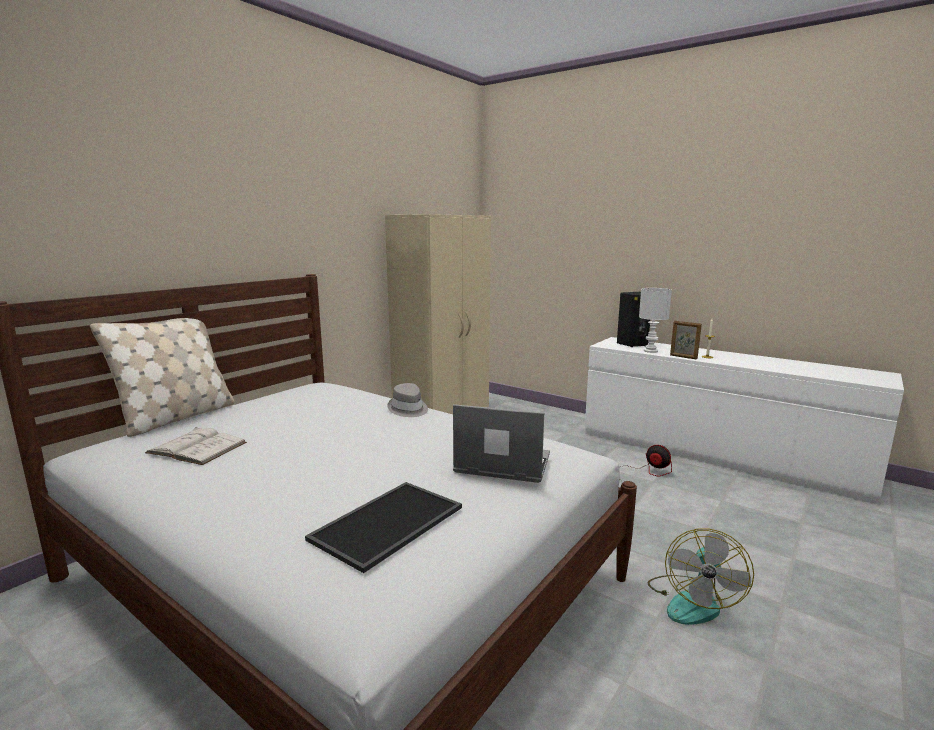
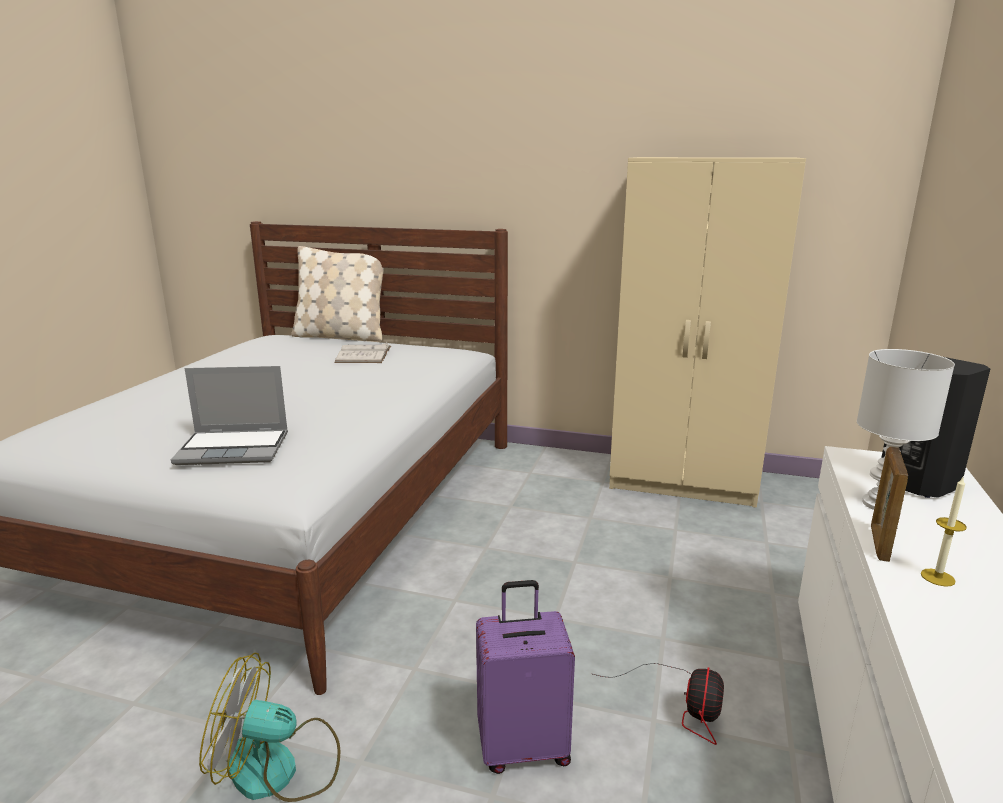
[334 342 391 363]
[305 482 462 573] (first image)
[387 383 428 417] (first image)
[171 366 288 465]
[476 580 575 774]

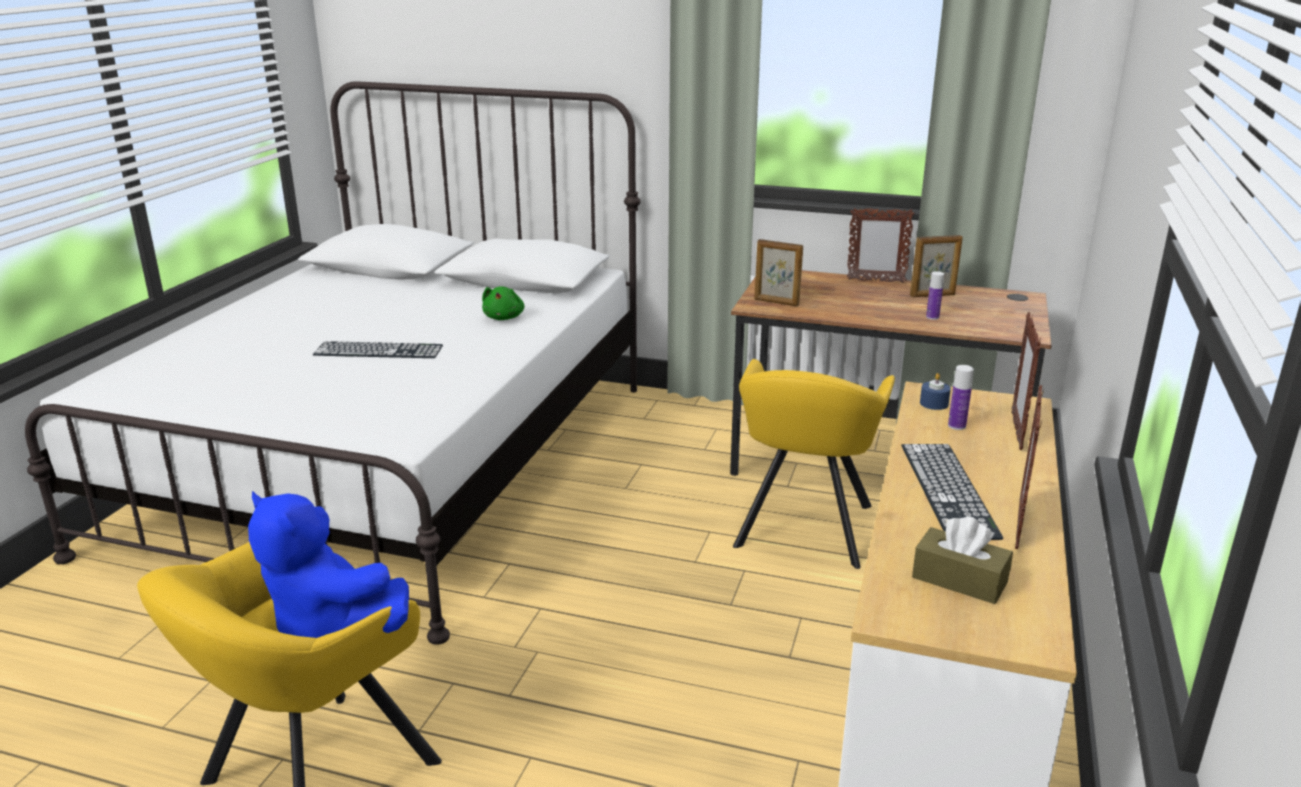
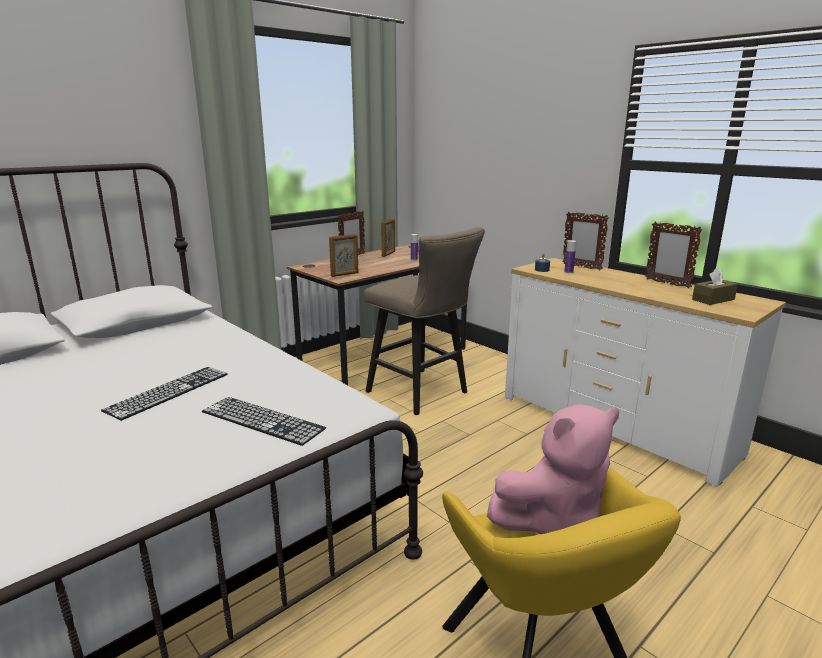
[487 404 619 534]
[482 286 525 320] (first image)
[364 227 485 415]
[202 397 326 446]

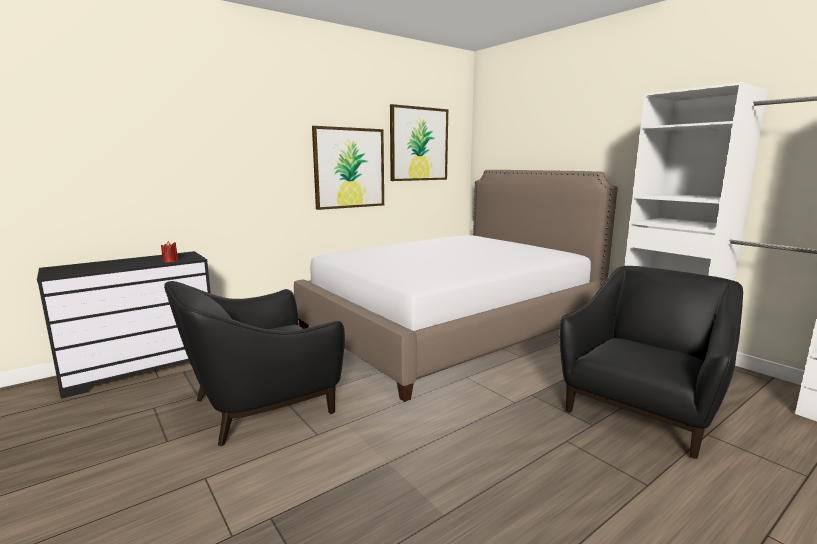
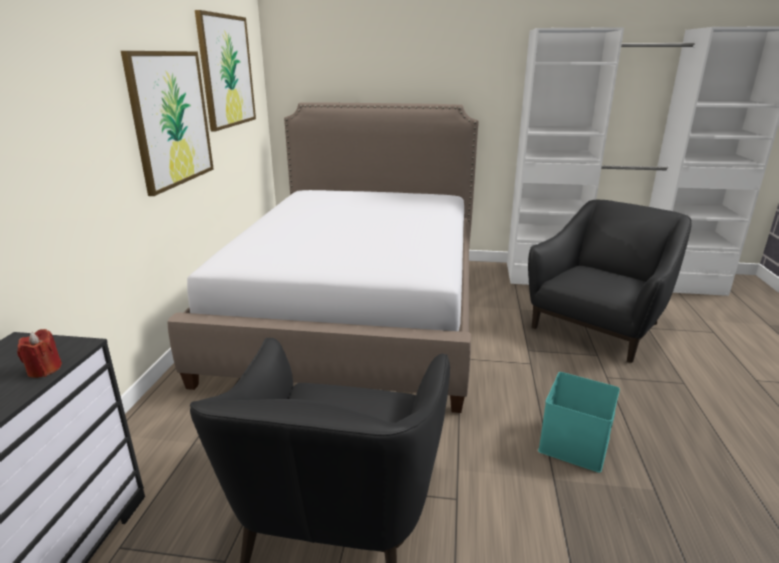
[528 200 692 363]
[538 372 620 473]

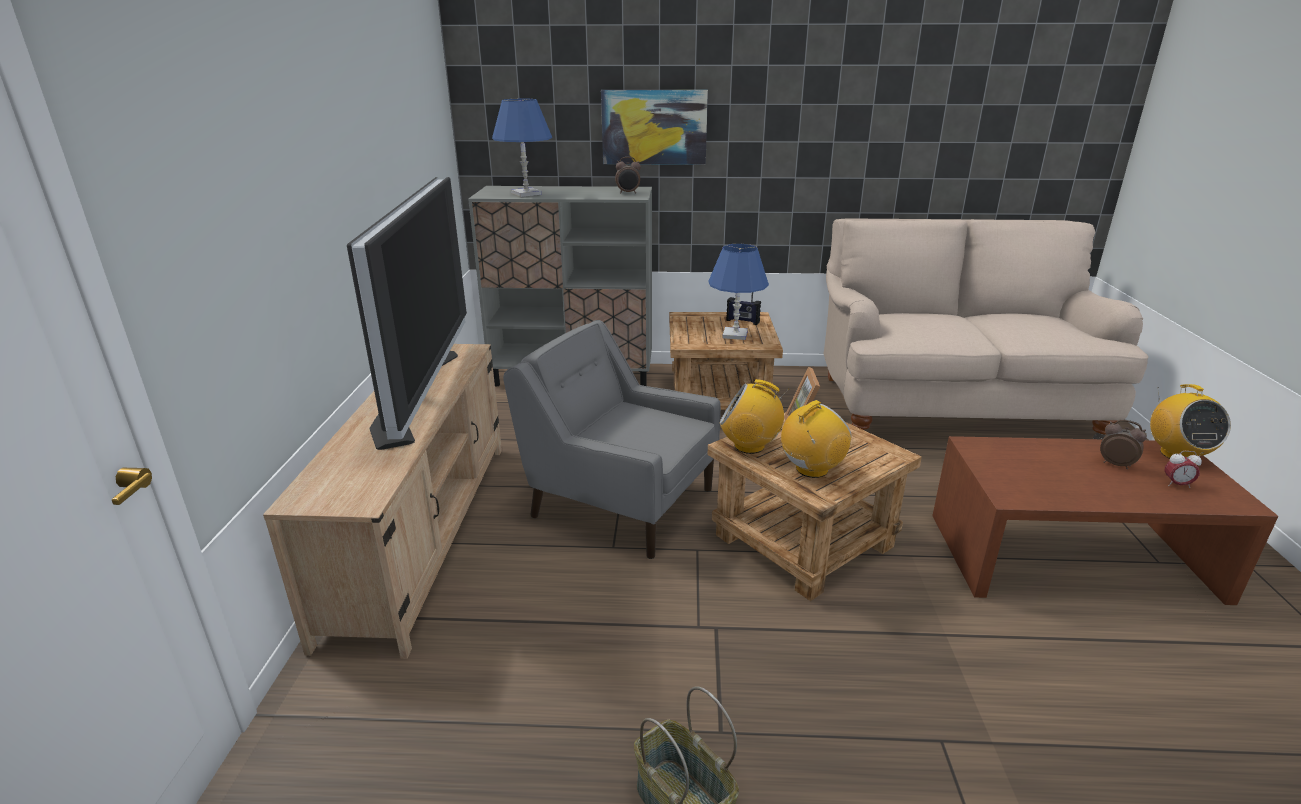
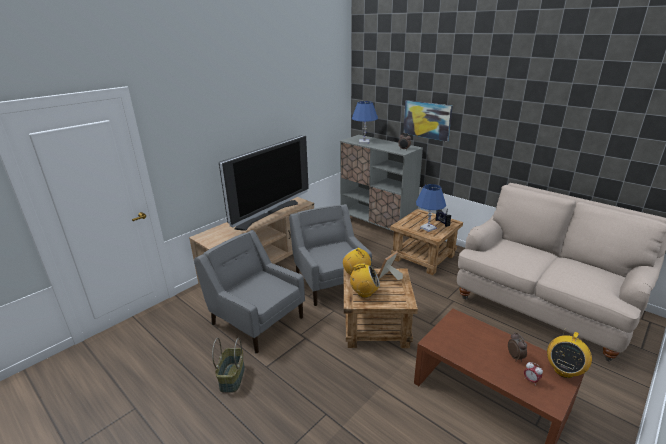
[194 230 305 354]

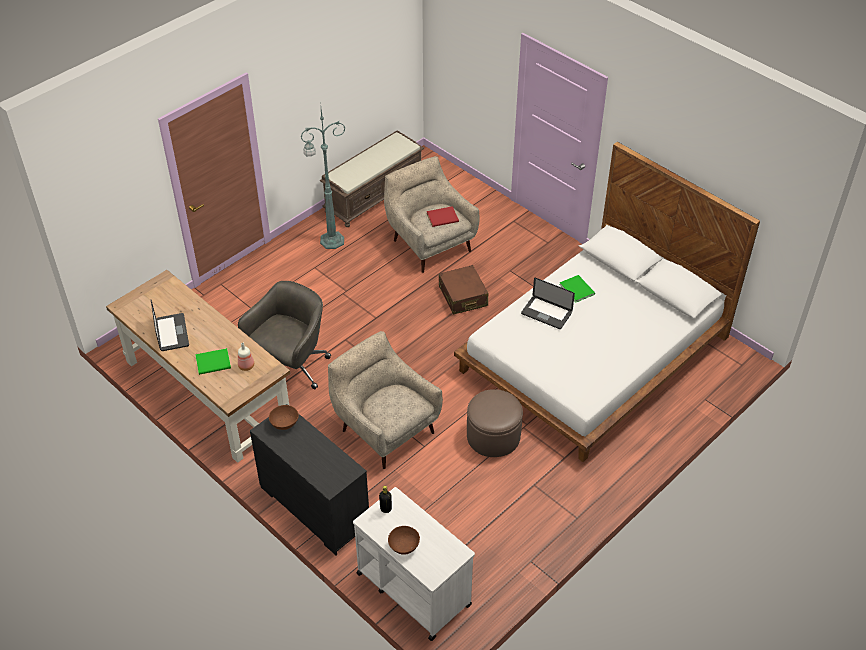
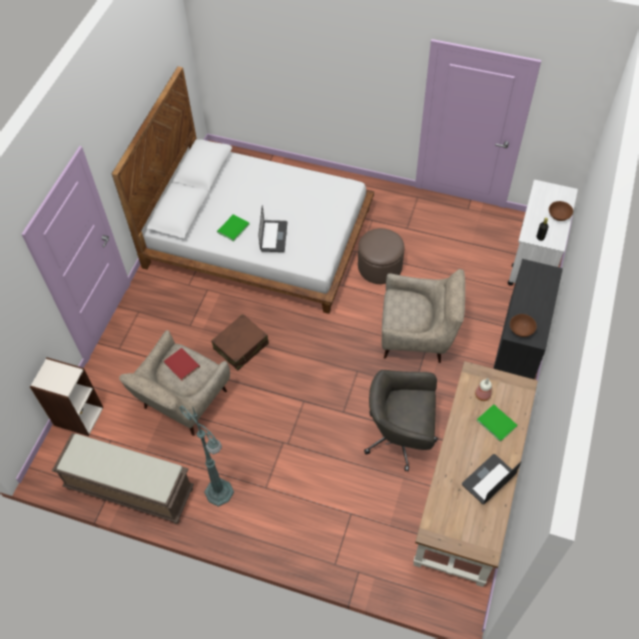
[382 269 465 363]
[30 357 104 436]

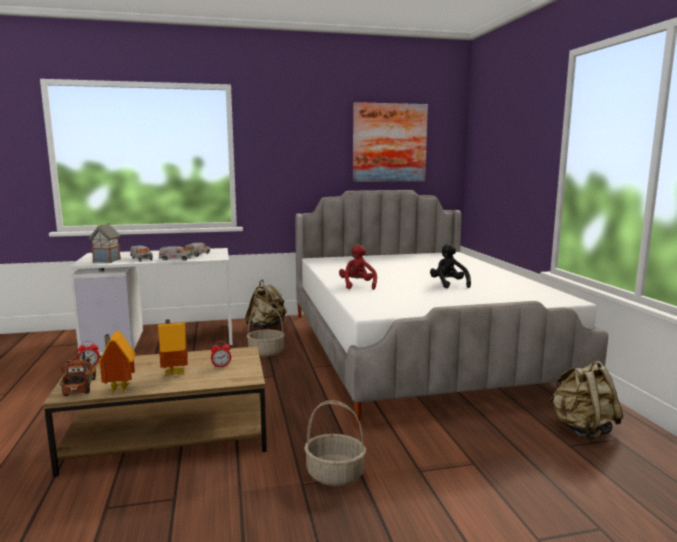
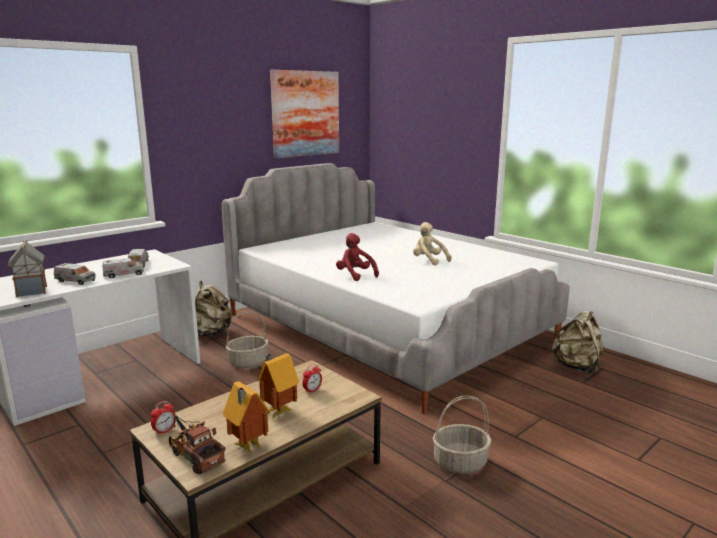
[413 222 452 265]

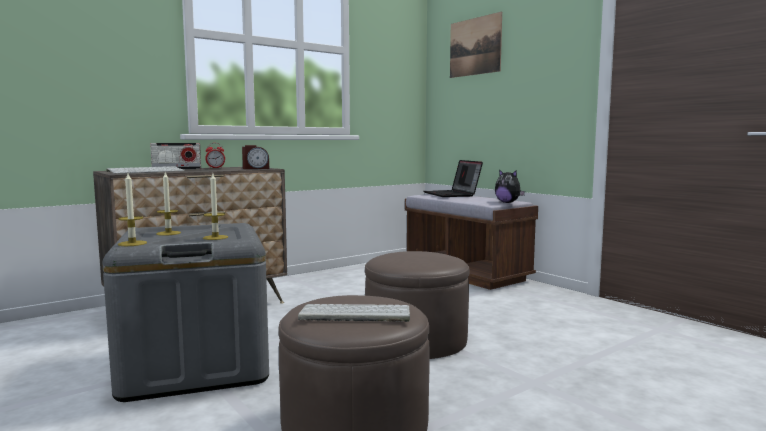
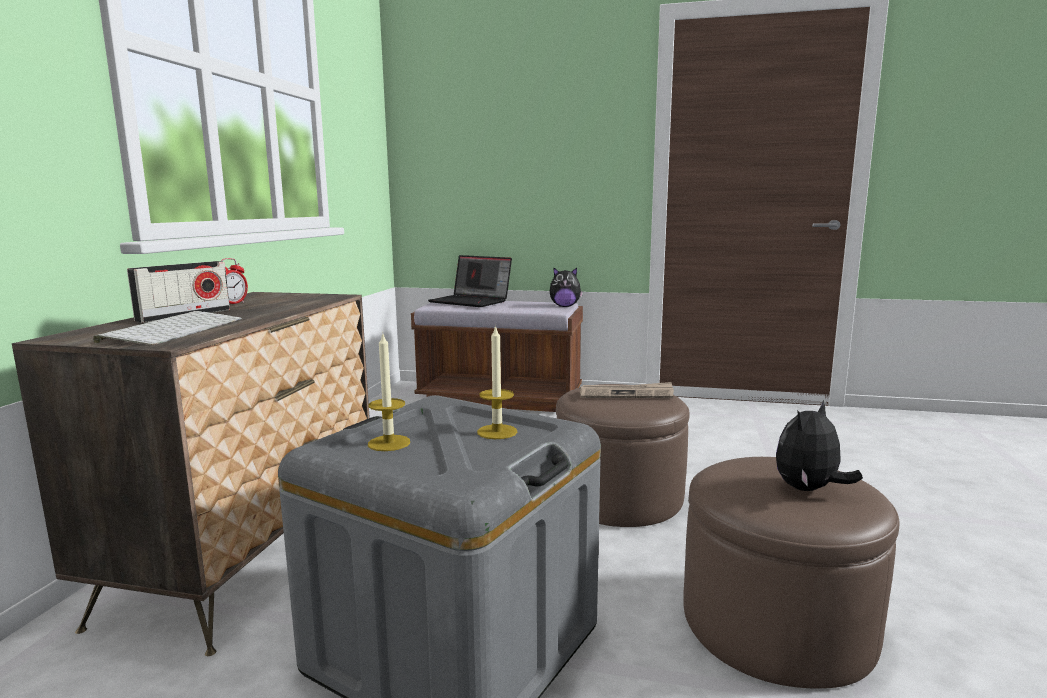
[118 173 147 246] (first image)
[242 145 269 169] (first image)
[776 400 863 491]
[450 12 502 78] (first image)
[580 382 674 398]

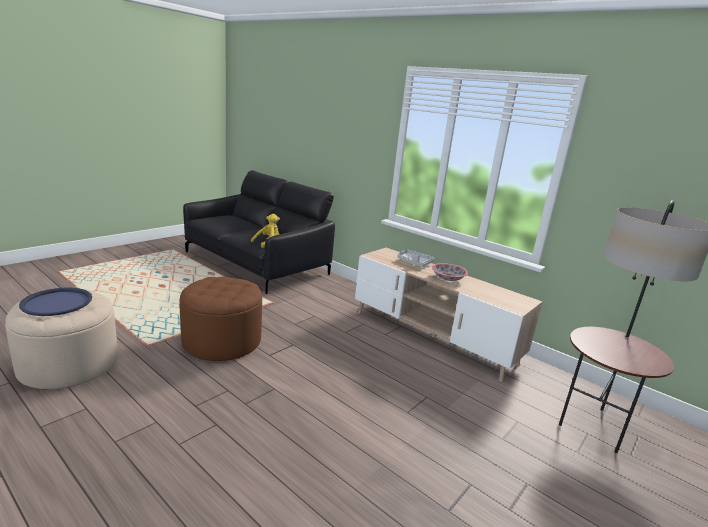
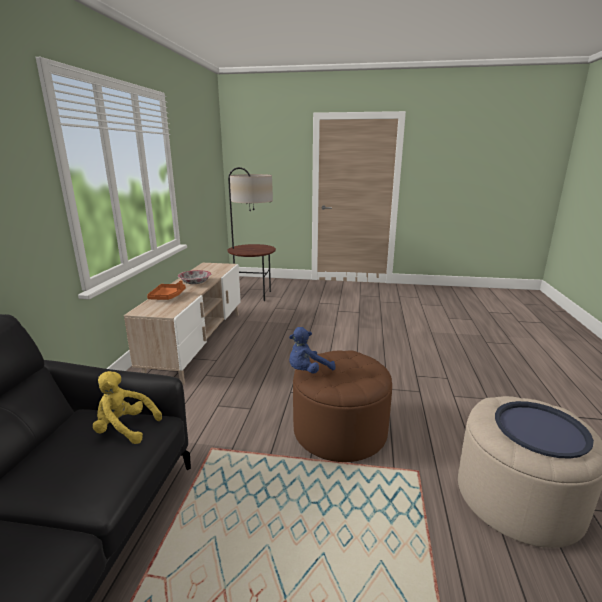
[147 280 186 300]
[289 327 336 374]

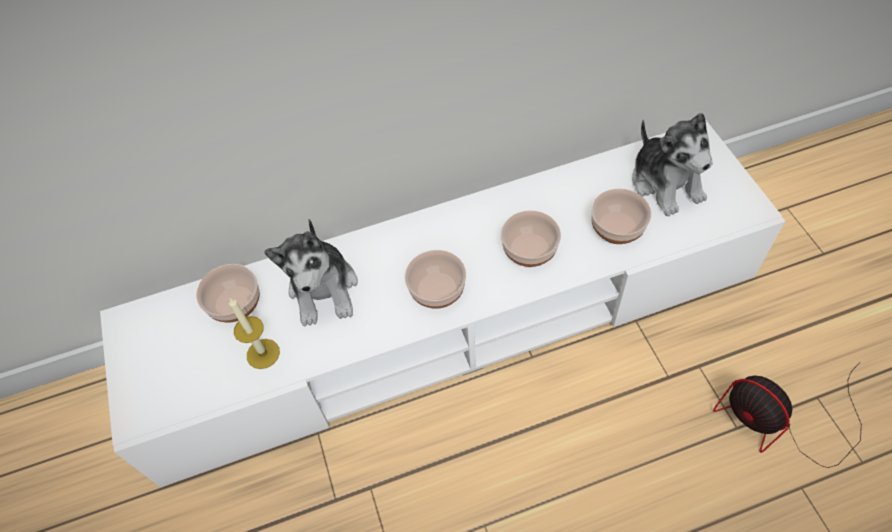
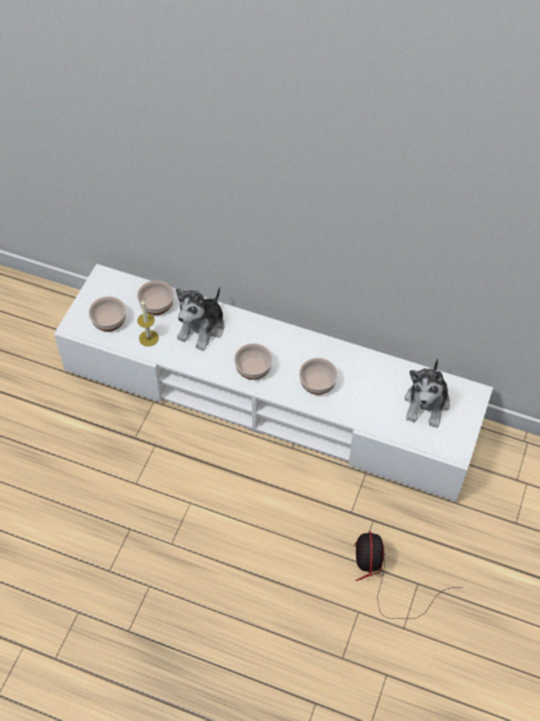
[89 296 126 332]

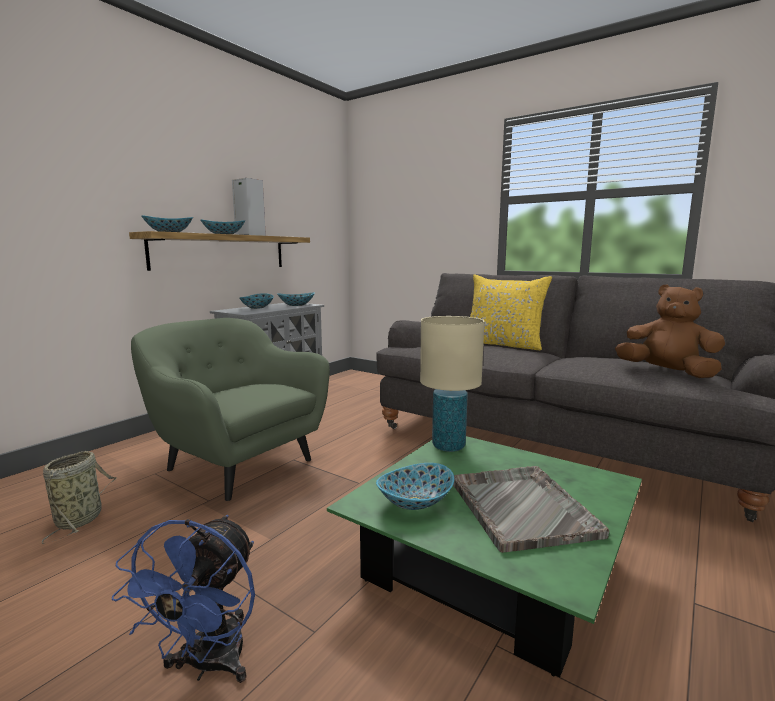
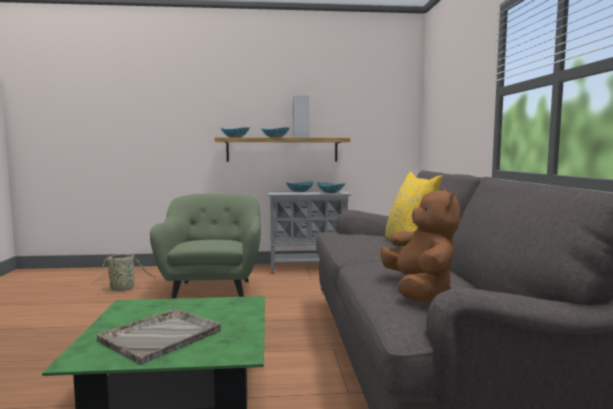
[112 515 255 683] (first image)
[376 463 454 510] (first image)
[420 316 485 452] (first image)

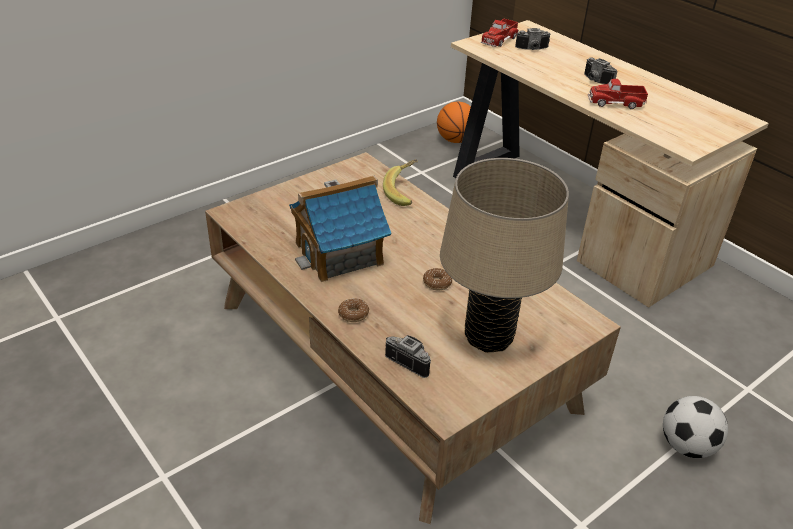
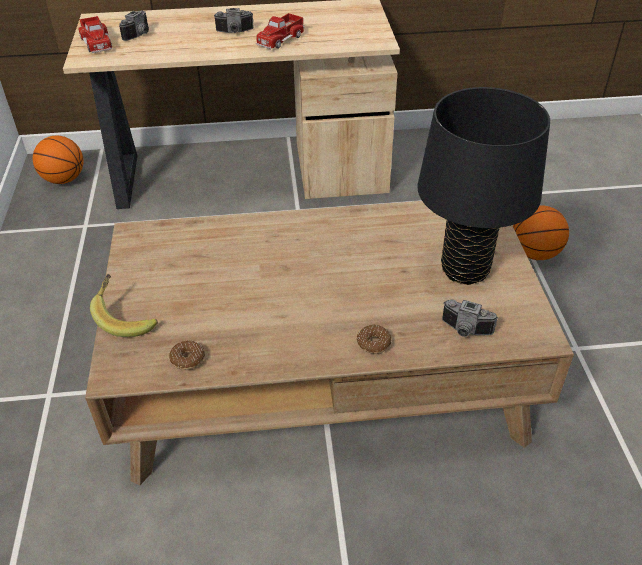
[289 176 392 282] (first image)
[90 274 158 337]
[442 299 498 337]
[169 341 205 370]
[417 87 550 285]
[513 205 569 260]

